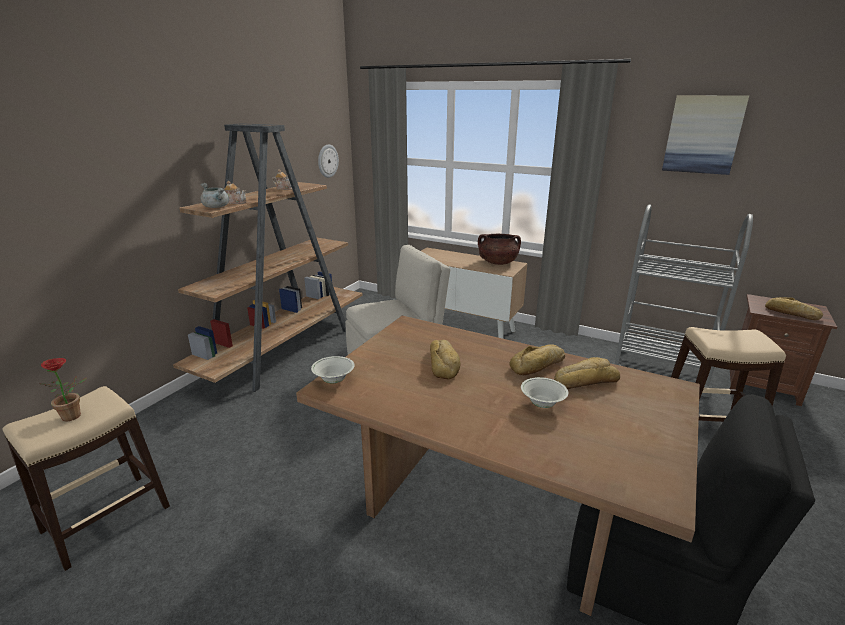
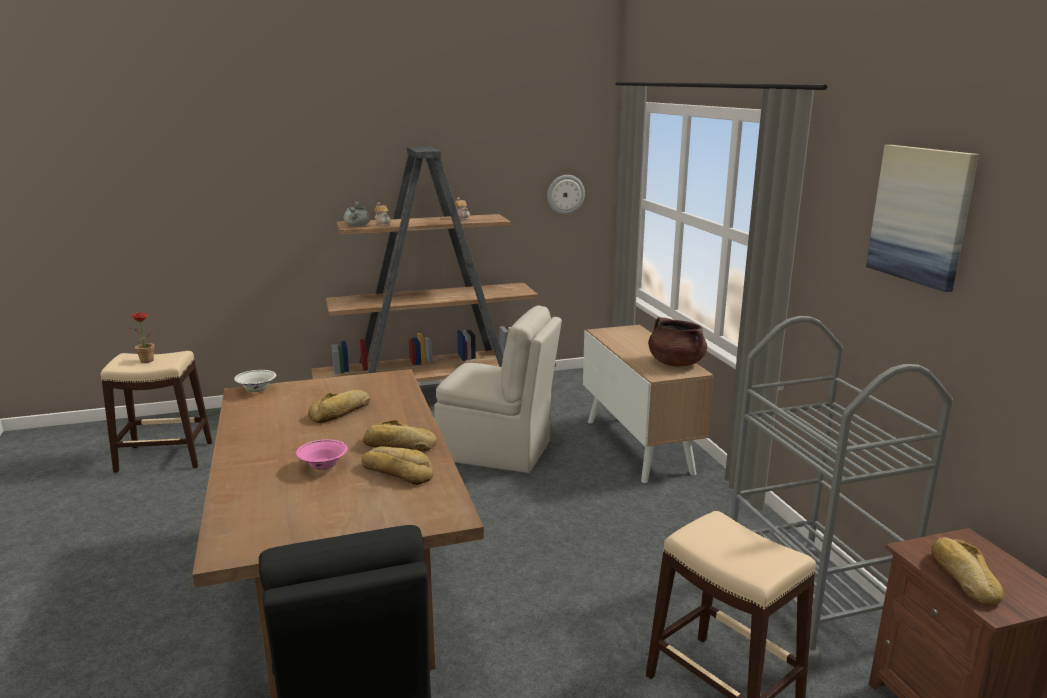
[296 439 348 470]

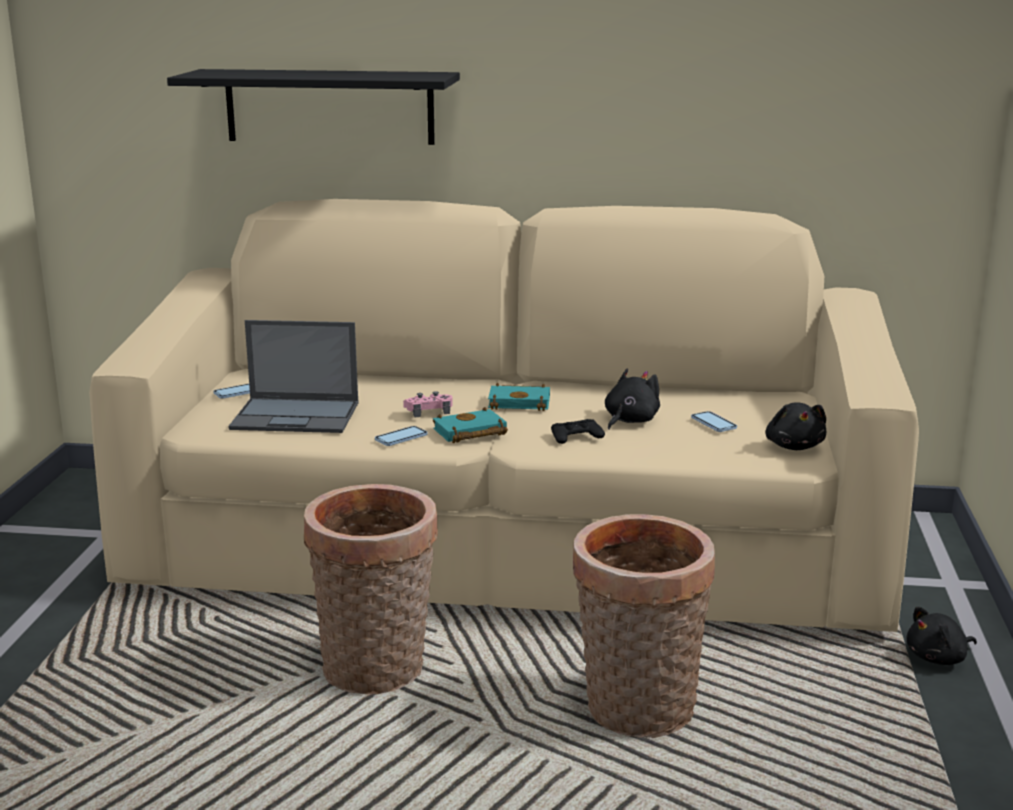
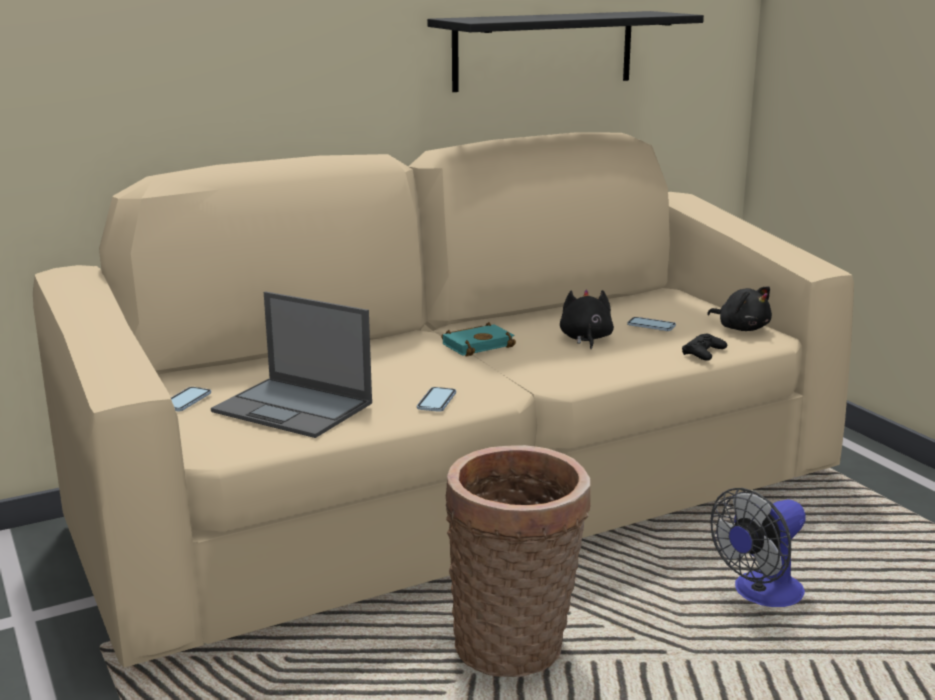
[427 11 704 92]
[211 291 372 438]
[403 391 453 417] (first image)
[433 407 508 443] (first image)
[682 333 727 361]
[711 488 806 607]
[906 607 977 665] (first image)

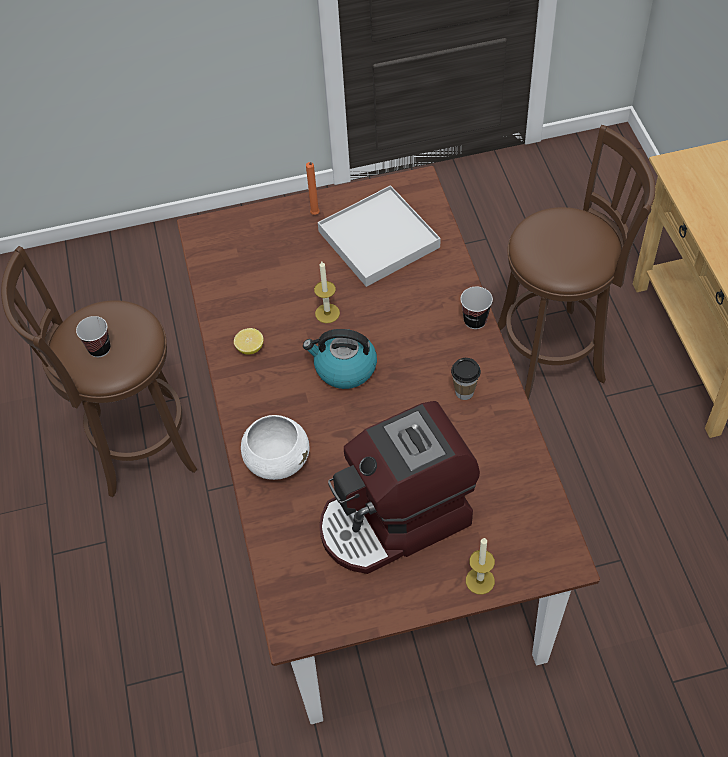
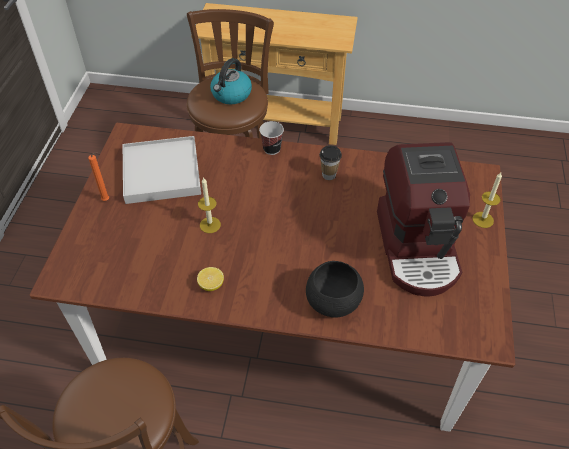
[76 316 110 357] (first image)
[306 261 364 317]
[210 58 252 104]

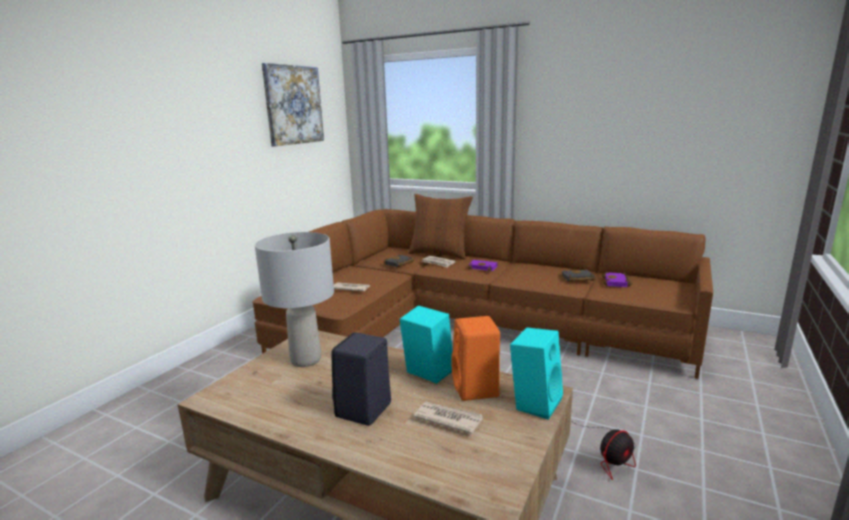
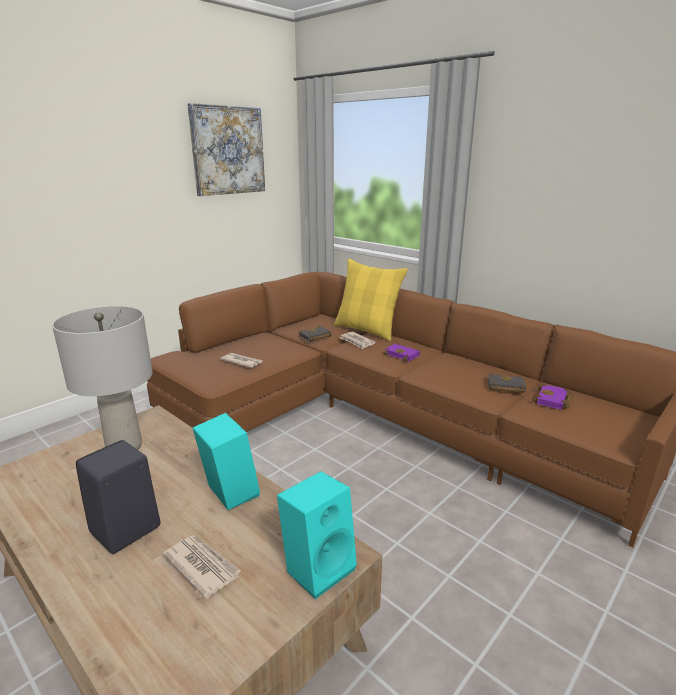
[334 259 408 341]
[451 316 500 401] (first image)
[573 422 636 480] (first image)

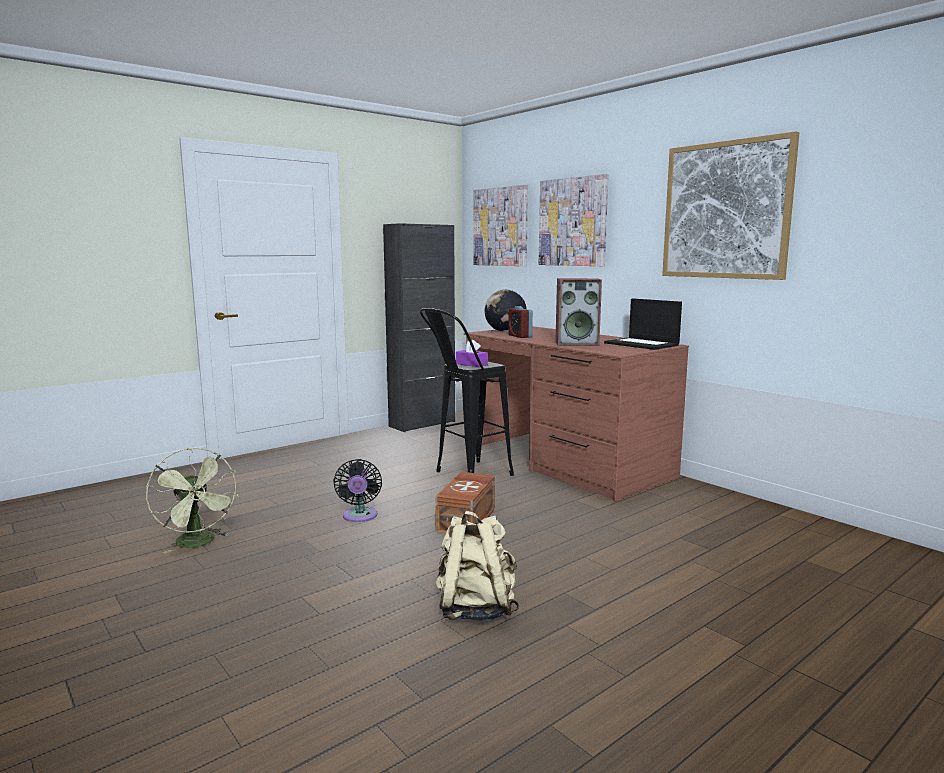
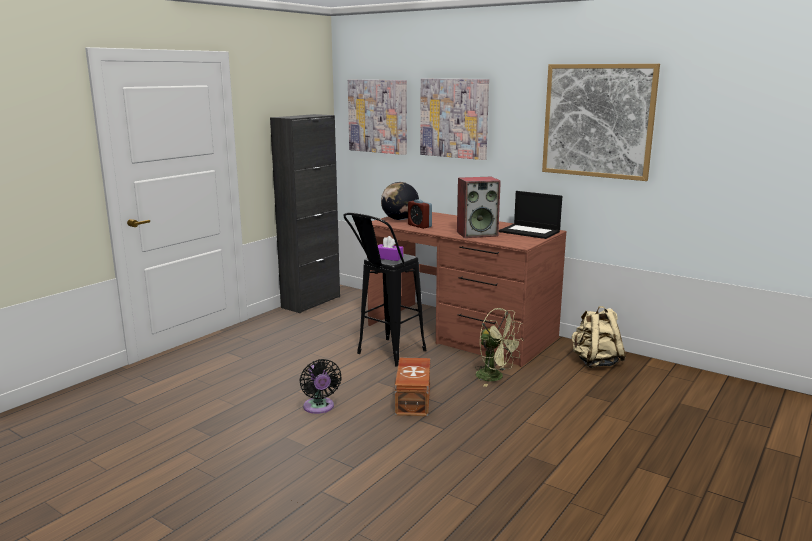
[475 308 524 387]
[571 306 626 368]

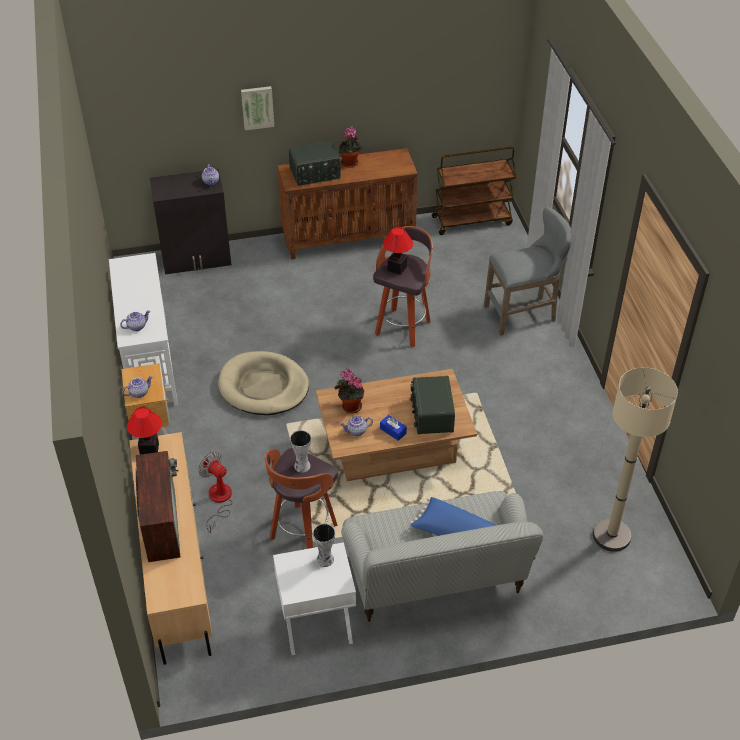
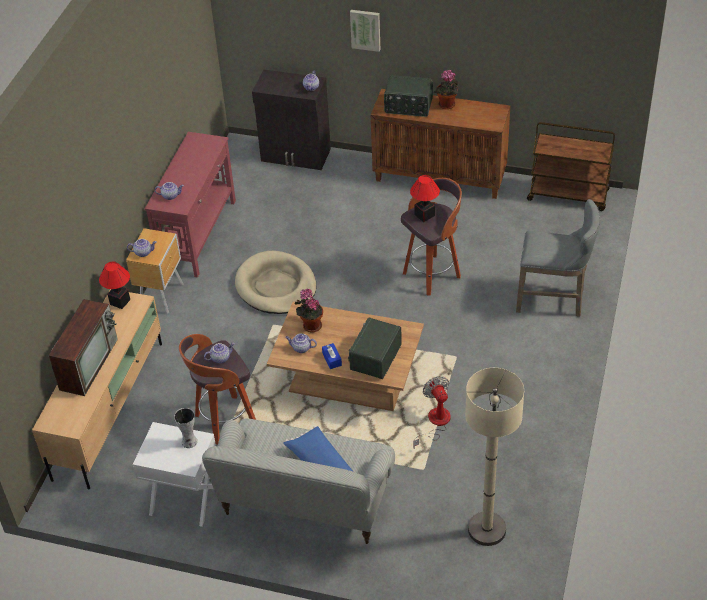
[145 132 236 278]
[413 376 451 449]
[204 343 235 363]

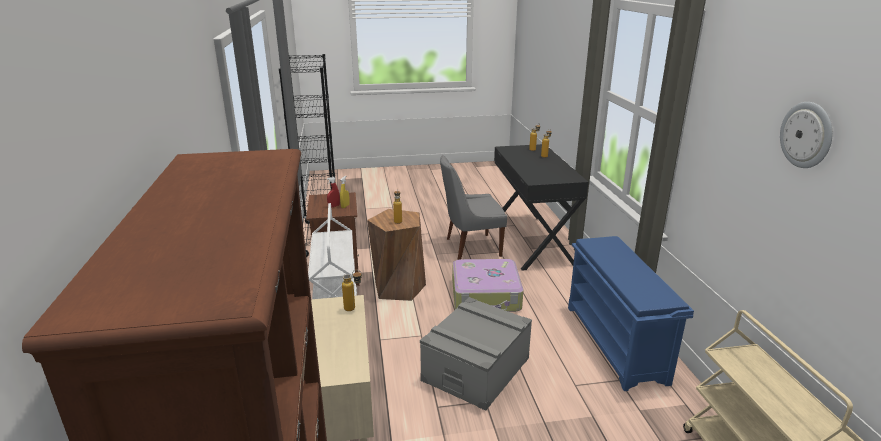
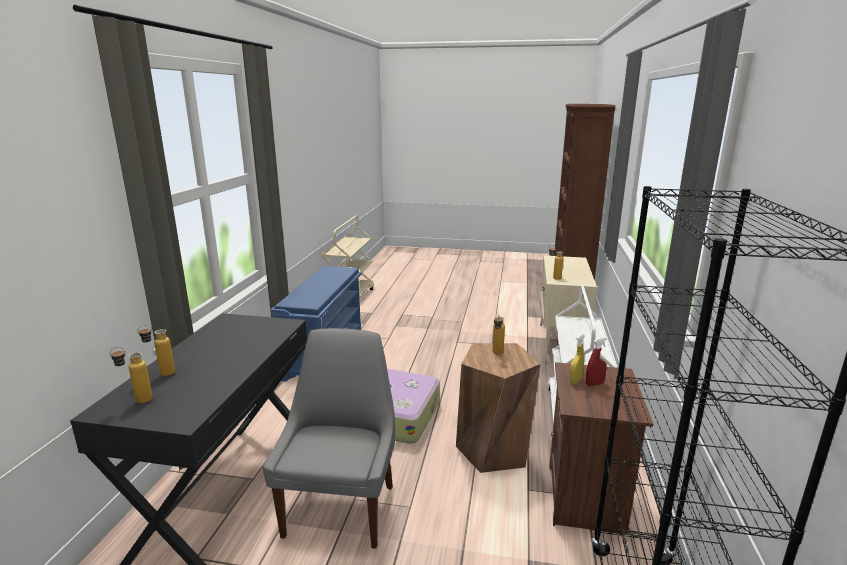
[420 297 532 411] (first image)
[262 328 395 549]
[780 102 833 168] (first image)

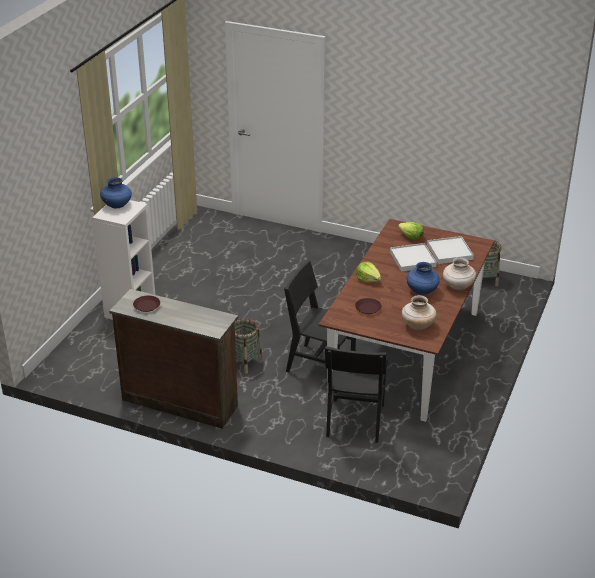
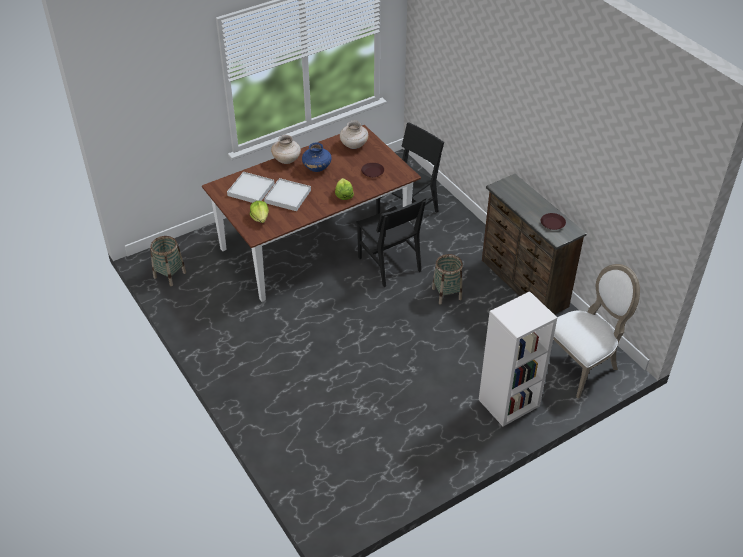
[100 177 132 208] (first image)
[553 264 640 398]

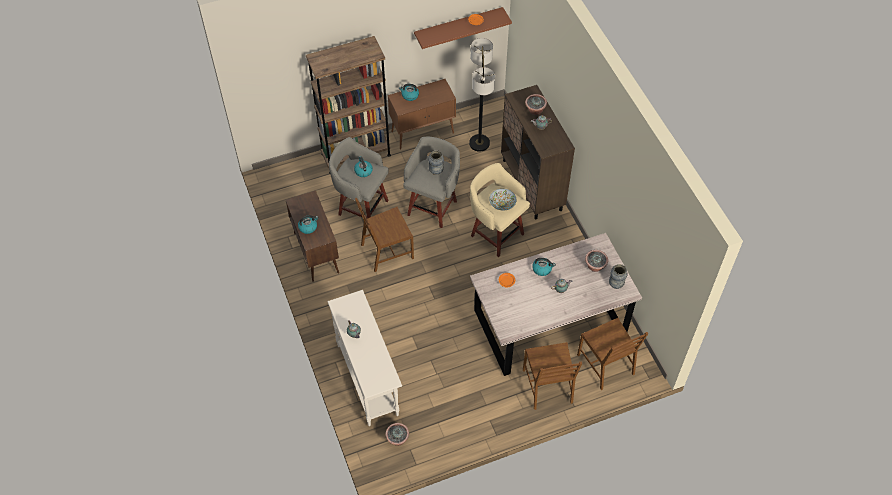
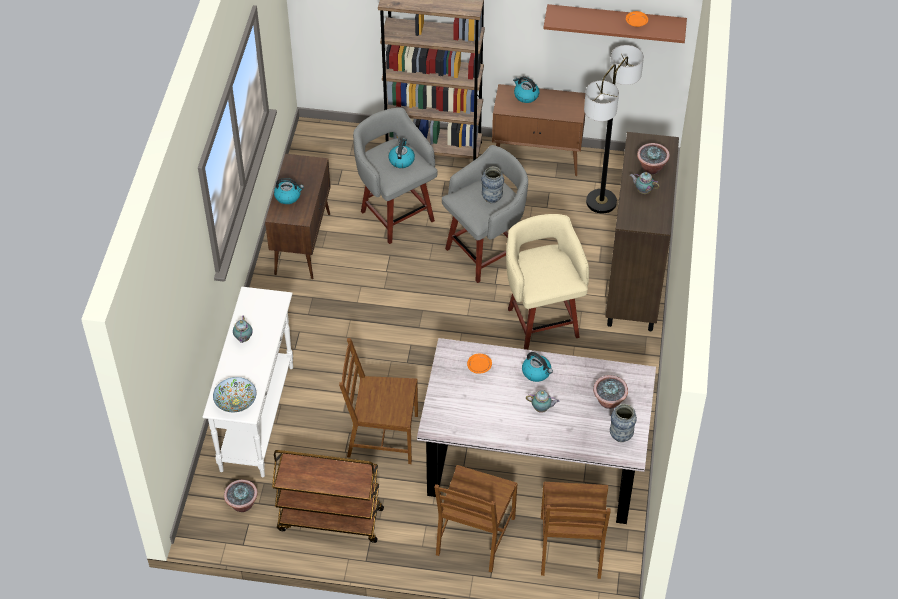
[339 338 418 464]
[213 377 256 412]
[272 450 384 543]

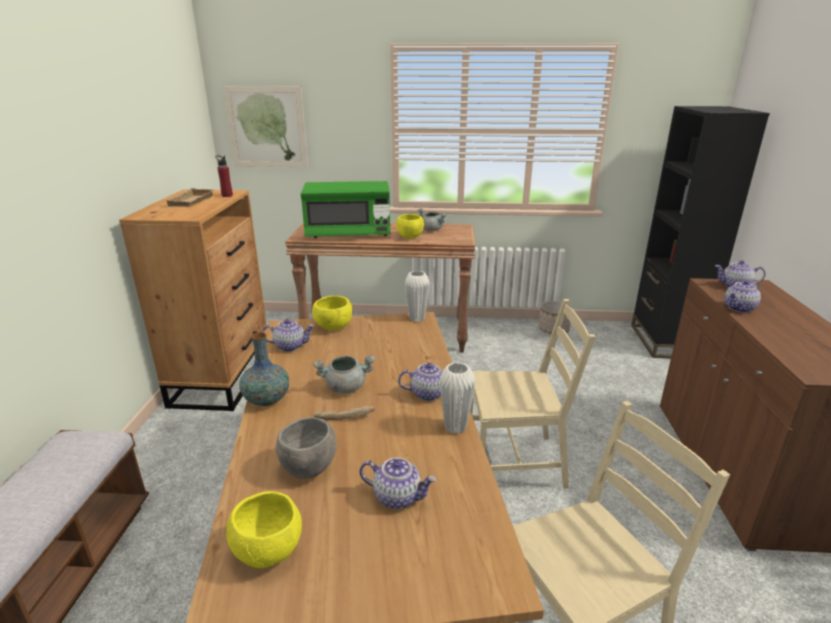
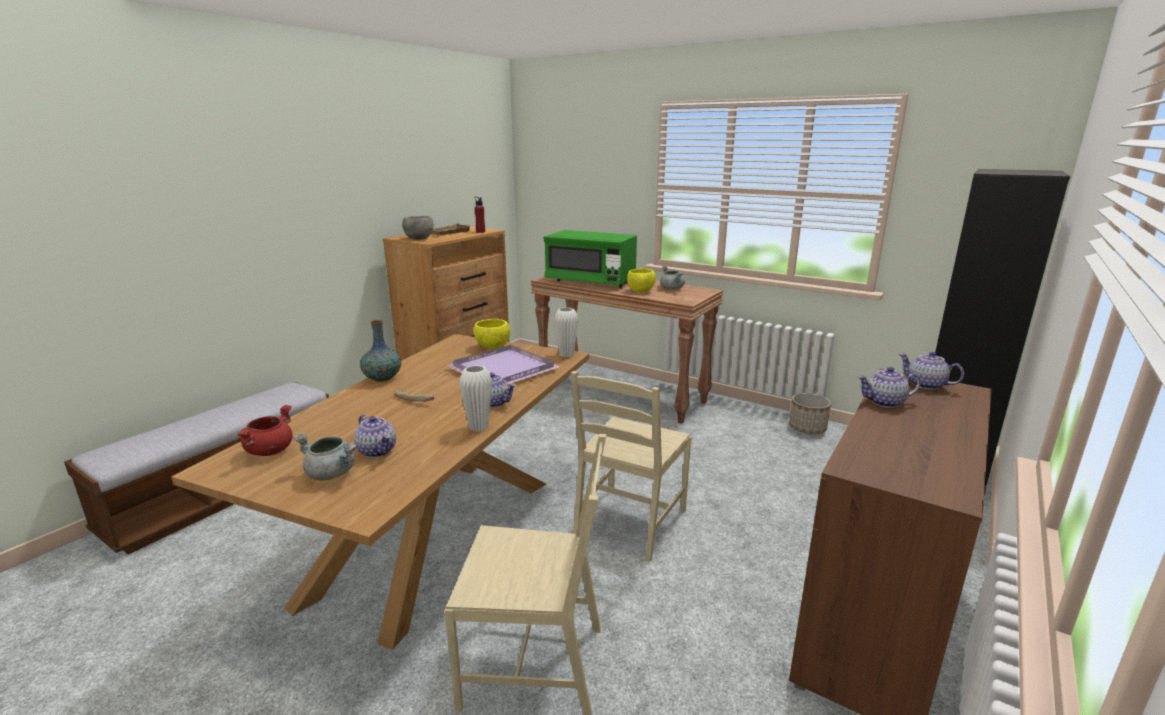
[223 86 308 167] (first image)
[237 405 293 456]
[262 319 315 352] (first image)
[402 216 434 240]
[293 434 357 481]
[571 371 691 562]
[448 345 560 384]

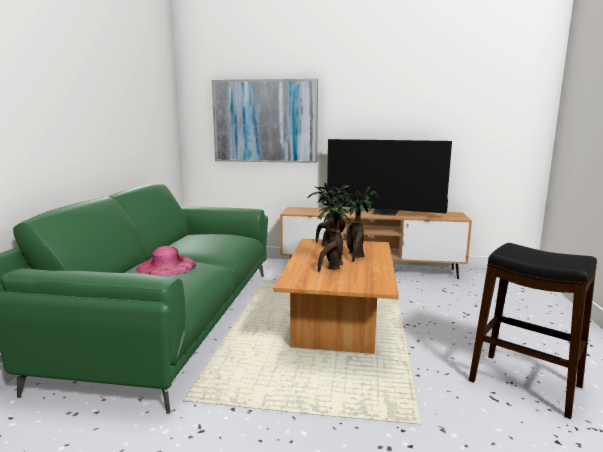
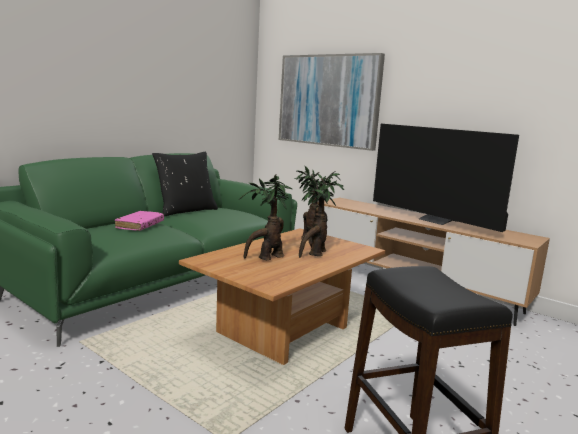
[115 211 164 231]
[152 151 218 216]

